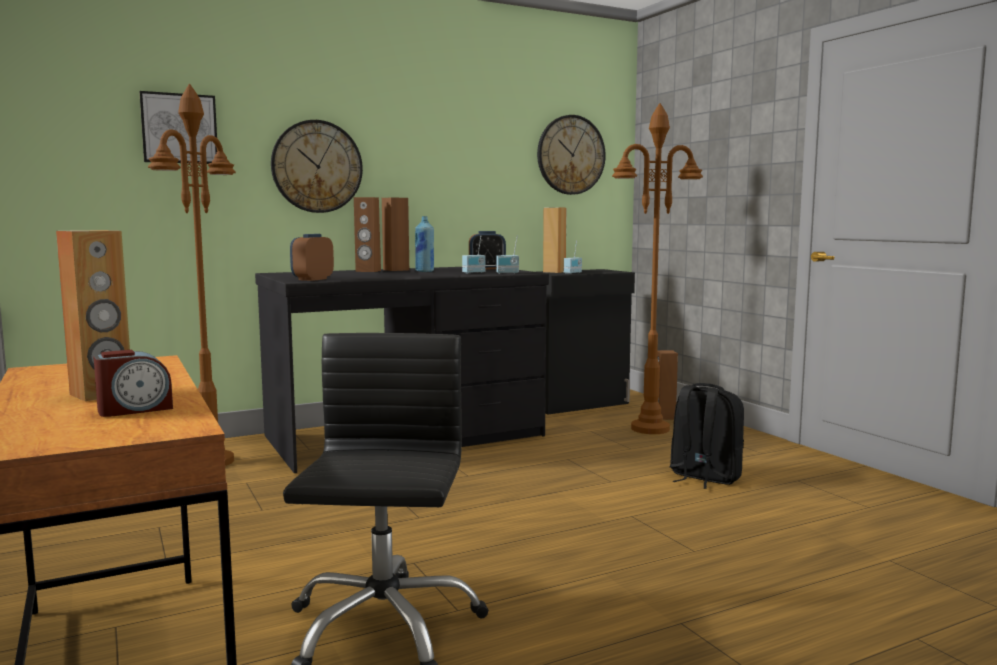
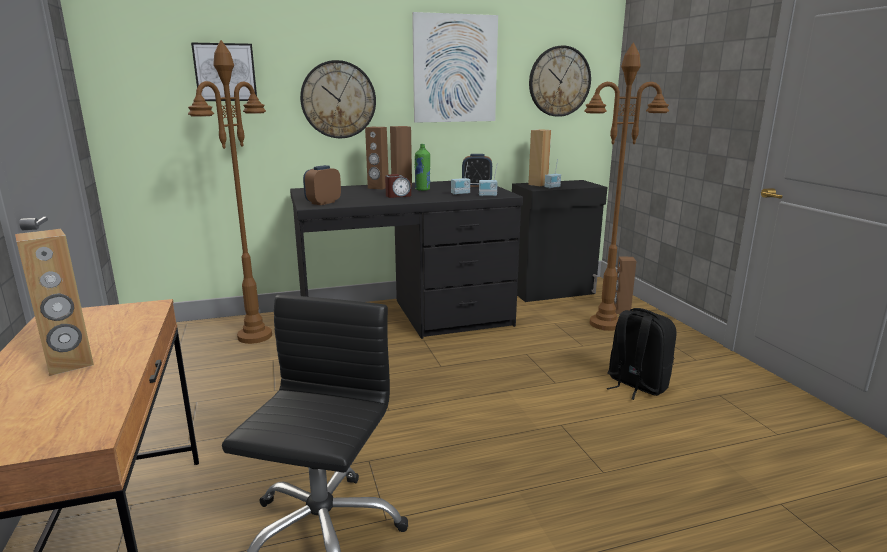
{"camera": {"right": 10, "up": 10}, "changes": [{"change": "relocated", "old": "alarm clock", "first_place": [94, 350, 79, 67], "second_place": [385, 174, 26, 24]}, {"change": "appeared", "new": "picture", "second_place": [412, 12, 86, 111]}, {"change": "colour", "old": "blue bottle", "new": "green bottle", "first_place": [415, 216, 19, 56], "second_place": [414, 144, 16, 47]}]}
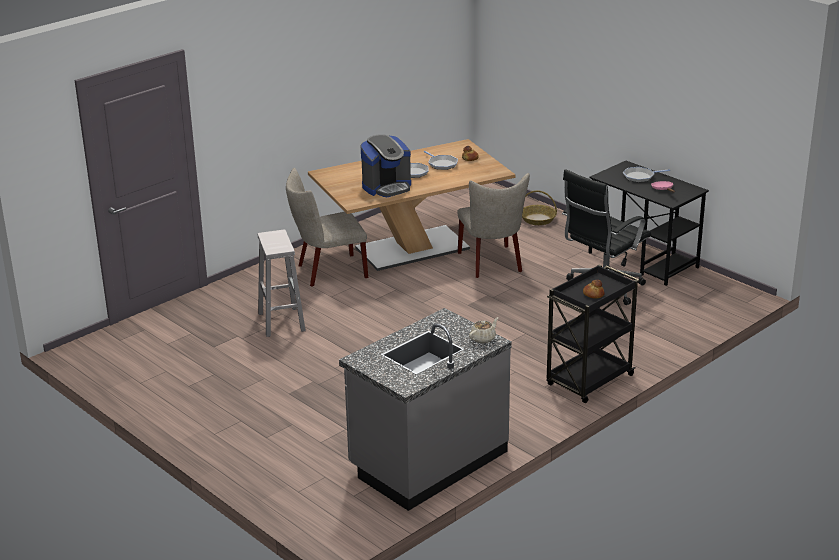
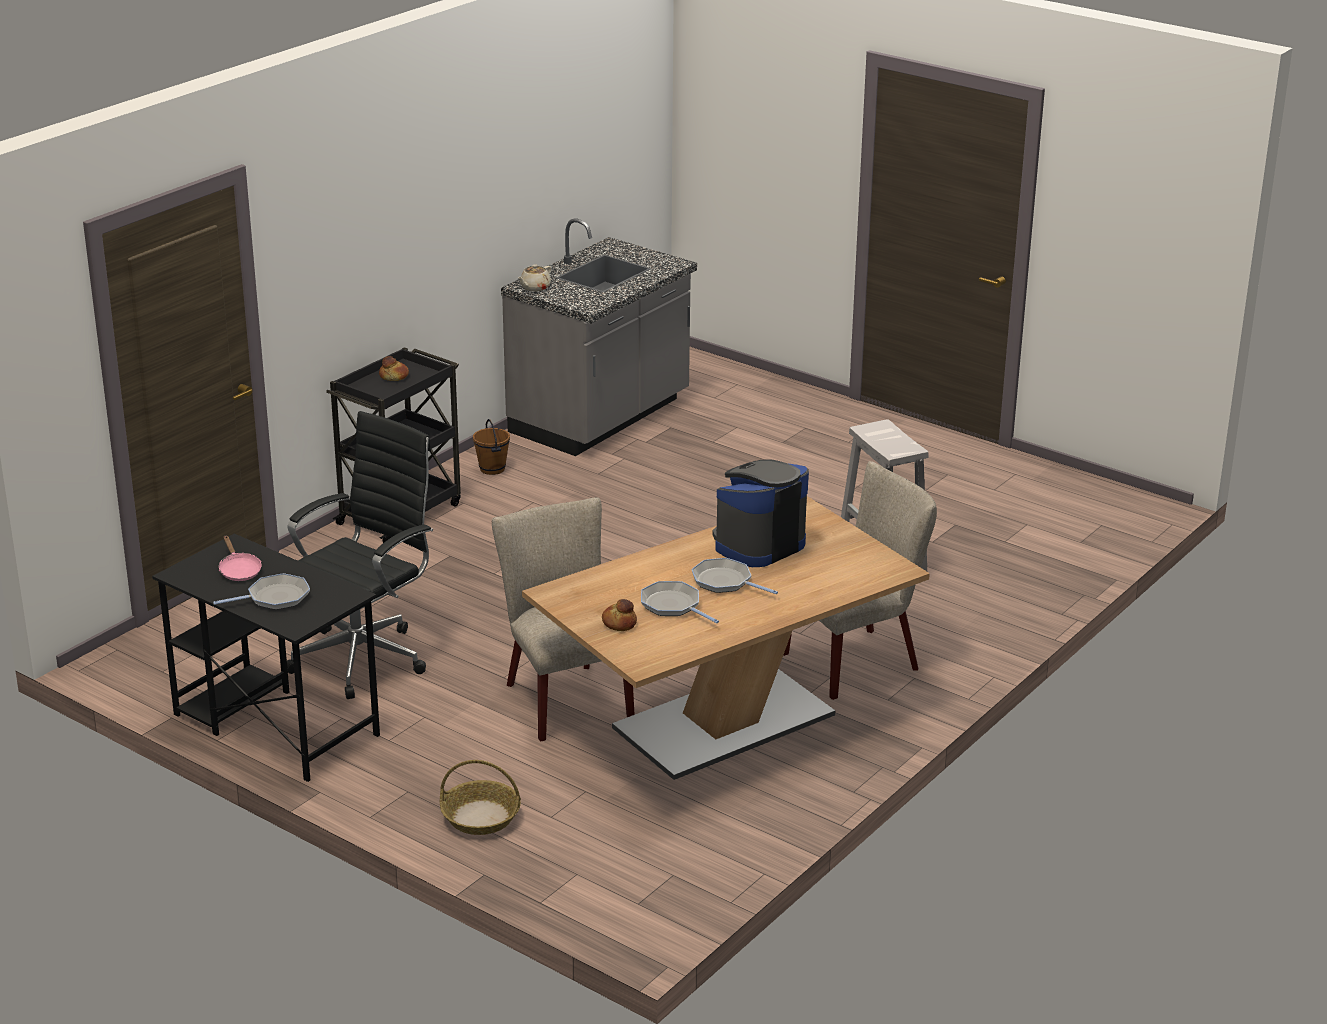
{"camera": {"right": 170, "up": 0}, "changes": [{"change": "appeared", "new": "brown bucket", "second_place": [473, 419, 37, 56]}]}
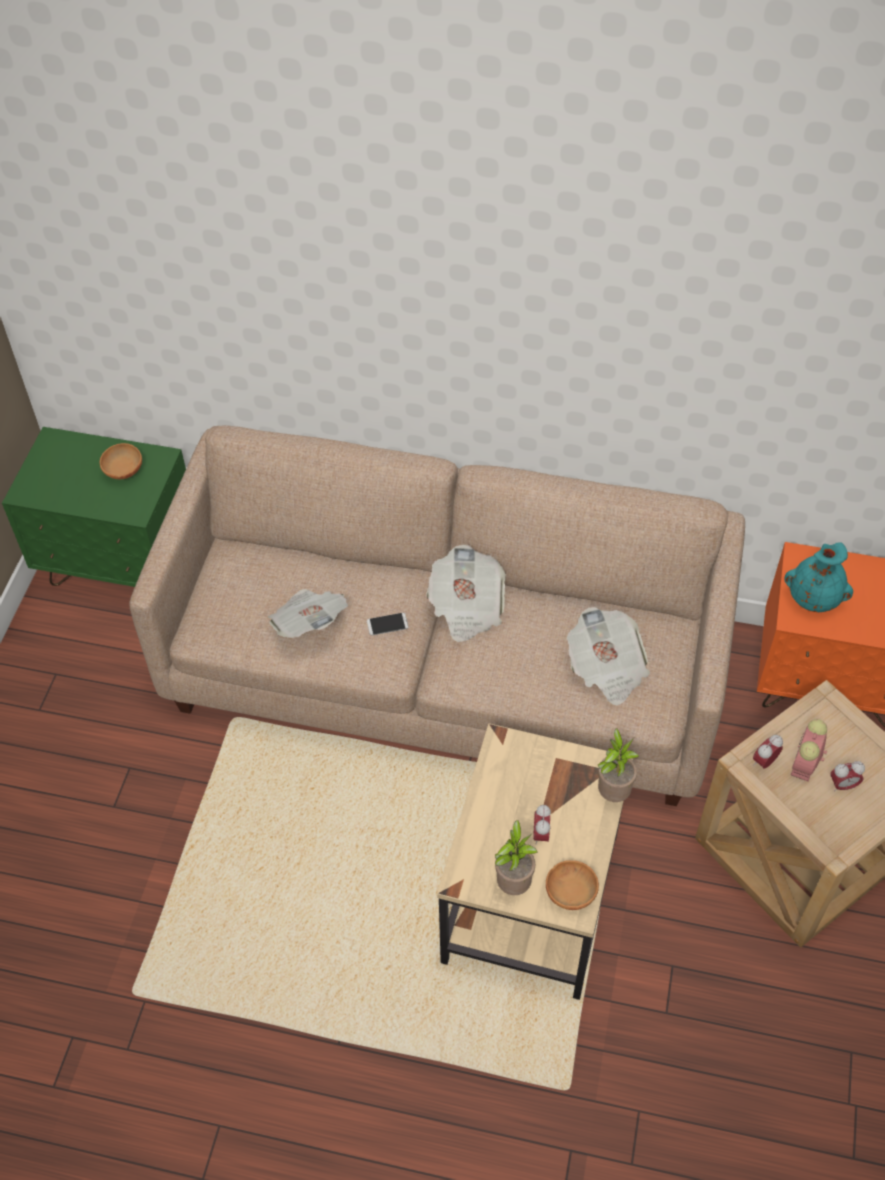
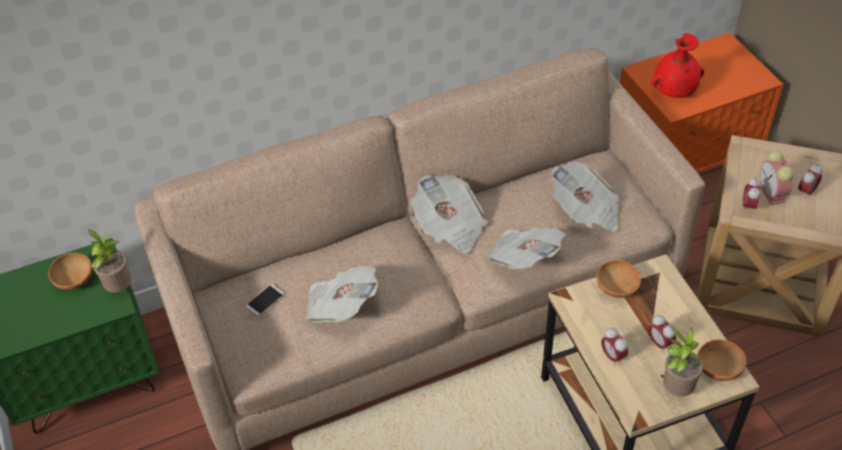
{"camera": {"right": -35, "up": -5}, "changes": [{"change": "relocated", "old": "potted plant", "first_place": [598, 728, 41, 74], "second_place": [88, 229, 44, 64]}, {"change": "relocated", "old": "phone", "first_place": [367, 613, 42, 23], "second_place": [246, 284, 38, 32]}, {"change": "appeared", "new": "newspaper", "second_place": [485, 227, 81, 42]}, {"change": "appeared", "new": "brown bowl", "second_place": [596, 260, 45, 38]}, {"change": "appeared", "new": "alarm clock", "second_place": [601, 327, 27, 39]}, {"change": "colour", "old": "turquoise vase", "new": "red vase", "first_place": [784, 542, 69, 70], "second_place": [652, 33, 52, 65]}]}
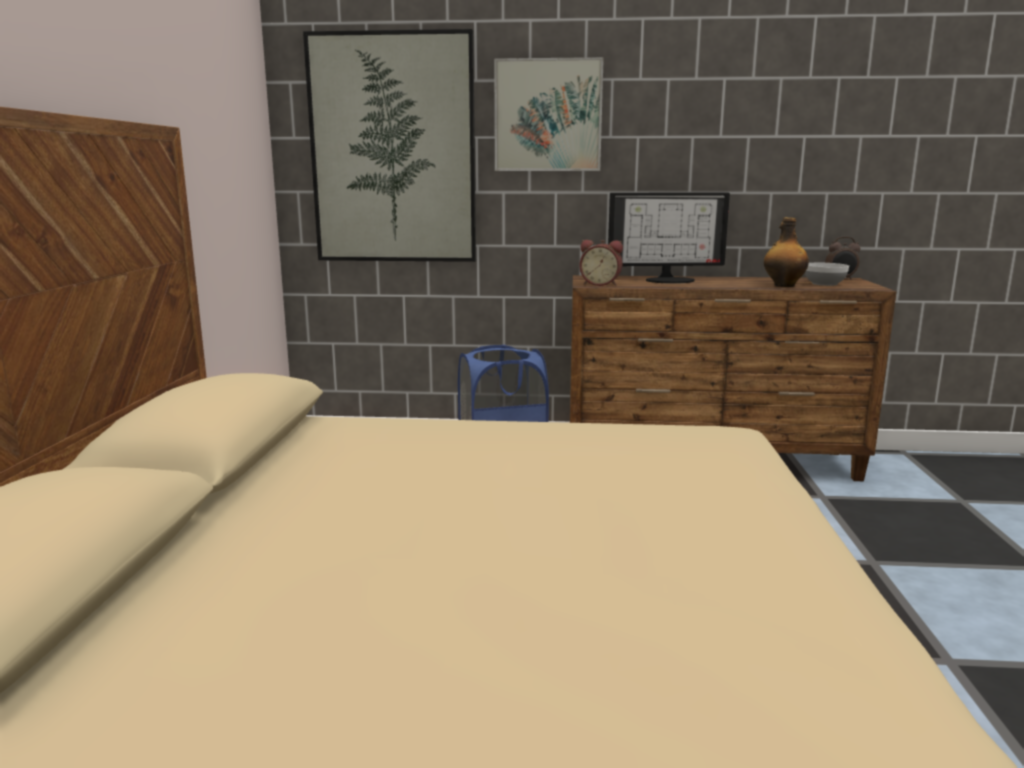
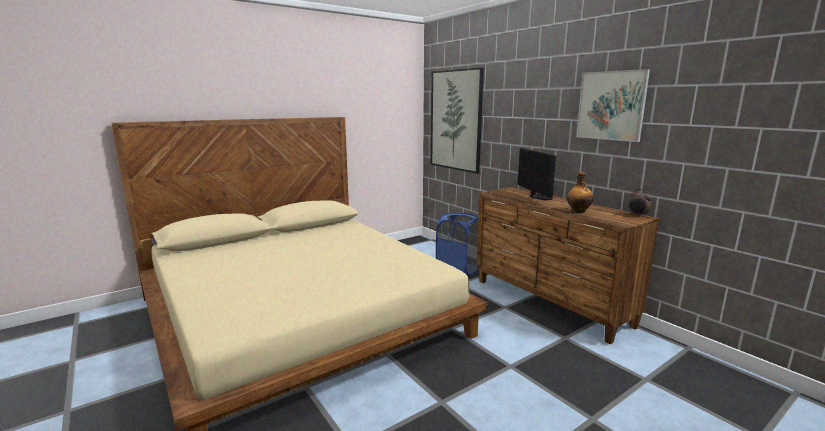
{"camera": {"right": 50, "up": 0}, "changes": [{"change": "spun", "old": "monitor", "first_place": [608, 193, 122, 91], "second_place": [517, 148, 39, 52], "degrees": -150}, {"change": "relocated", "old": "picture", "first_place": [494, 57, 110, 114], "second_place": [576, 69, 74, 73]}, {"change": "missing", "old": "alarm clock", "first_place": [580, 240, 43, 46]}, {"change": "missing", "old": "bowl", "first_place": [805, 263, 44, 23]}]}
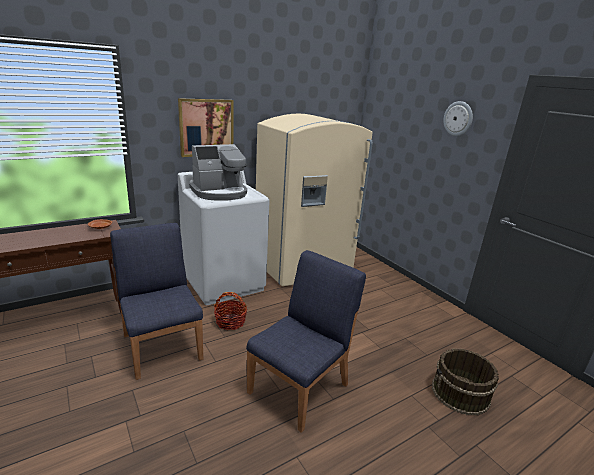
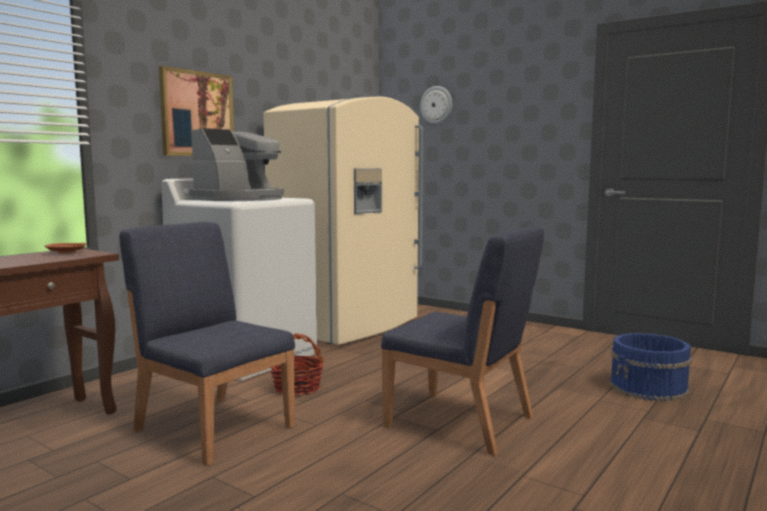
{"camera": {"right": -20, "up": -15}, "changes": [{"change": "spun", "old": "blue chair", "first_place": [246, 250, 120, 183], "second_place": [381, 226, 163, 230], "degrees": 105}, {"change": "relocated", "old": "wall clock", "first_place": [443, 101, 30, 35], "second_place": [420, 86, 32, 38]}, {"change": "colour", "old": "brown bucket", "new": "blue bucket", "first_place": [432, 349, 67, 66], "second_place": [610, 333, 82, 68]}]}
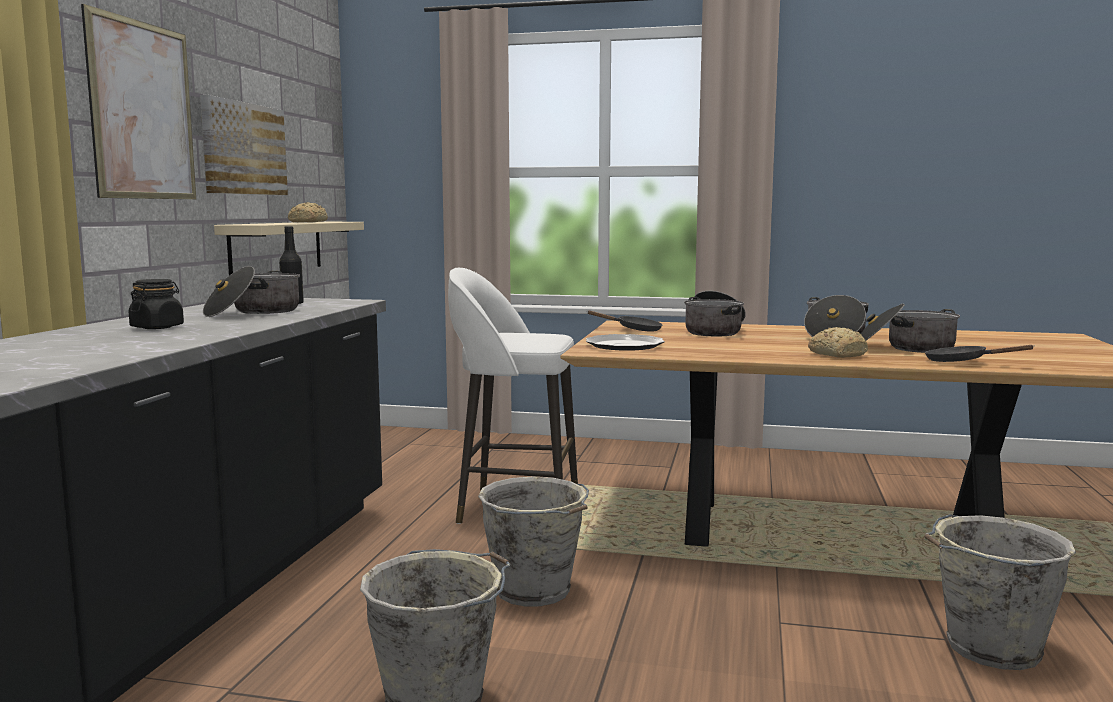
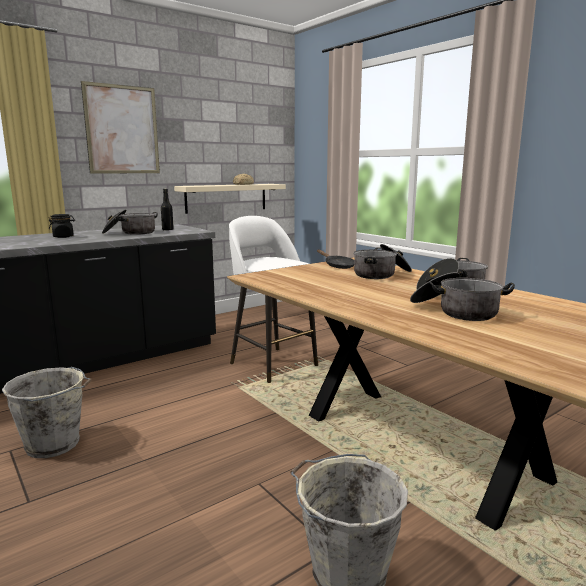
{"camera": {"right": 40, "up": 5}, "changes": [{"change": "missing", "old": "picture", "first_place": [200, 95, 88, 100]}, {"change": "missing", "old": "grey bucket", "first_place": [478, 476, 111, 131]}, {"change": "missing", "old": "plate", "first_place": [586, 334, 79, 17]}, {"change": "missing", "old": "bread", "first_place": [808, 327, 60, 31]}, {"change": "missing", "old": "black frying pan", "first_place": [925, 345, 109, 17]}]}
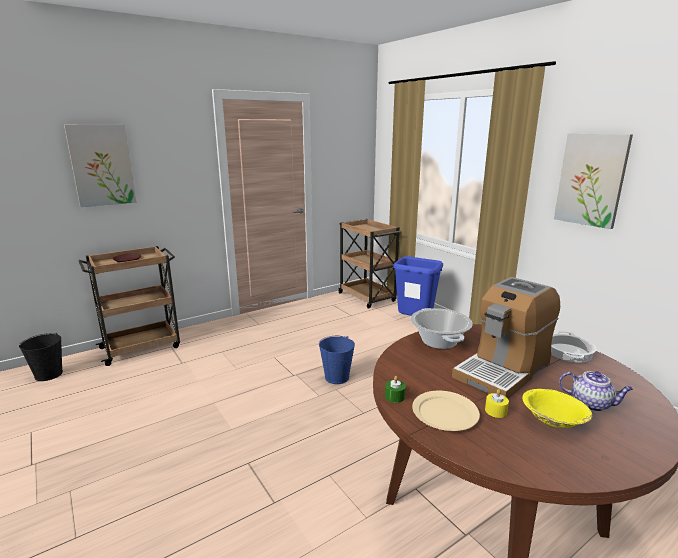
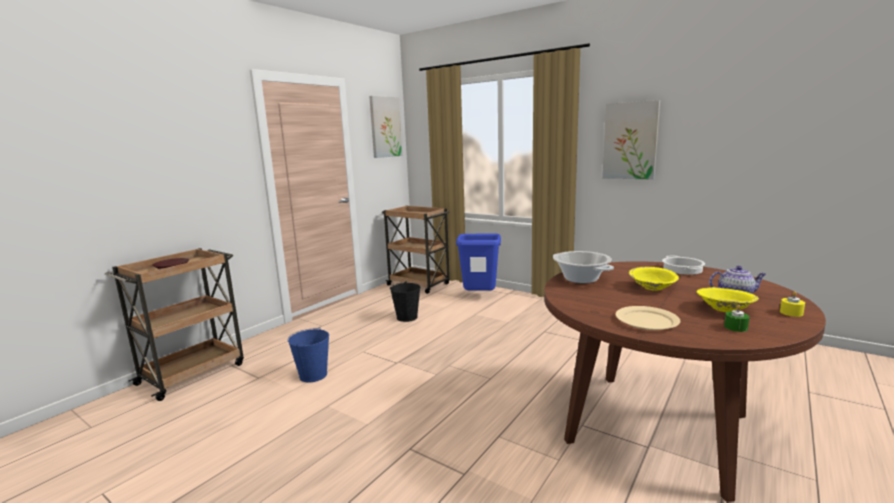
{"camera": {"right": -20, "up": -5}, "changes": [{"change": "relocated", "old": "blue bucket", "first_place": [319, 336, 36, 48], "second_place": [288, 327, 41, 56]}, {"change": "relocated", "old": "picture", "first_place": [64, 125, 72, 82], "second_place": [369, 96, 33, 62]}, {"change": "relocated", "old": "black bucket", "first_place": [19, 333, 44, 48], "second_place": [390, 281, 30, 41]}, {"change": "exchanged", "old": "coffee machine", "new": "yellow bowl", "first_place": [452, 277, 108, 122], "second_place": [629, 267, 50, 23]}, {"change": "relocated", "old": "green candle", "first_place": [385, 376, 21, 27], "second_place": [724, 305, 26, 27]}, {"change": "relocated", "old": "yellow candle", "first_place": [485, 389, 24, 29], "second_place": [780, 291, 25, 26]}]}
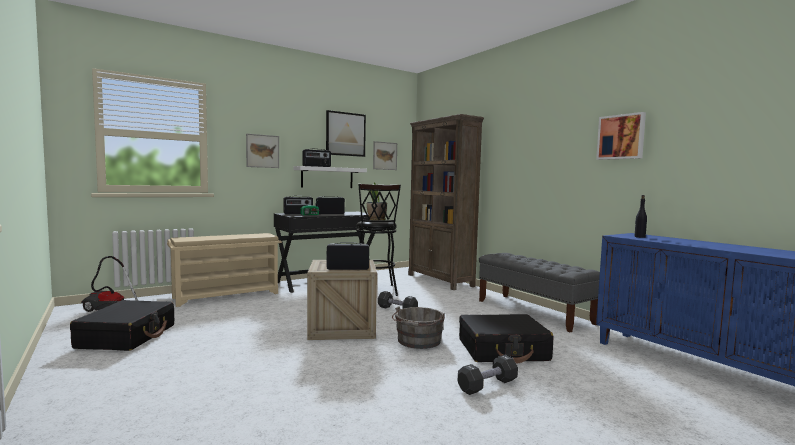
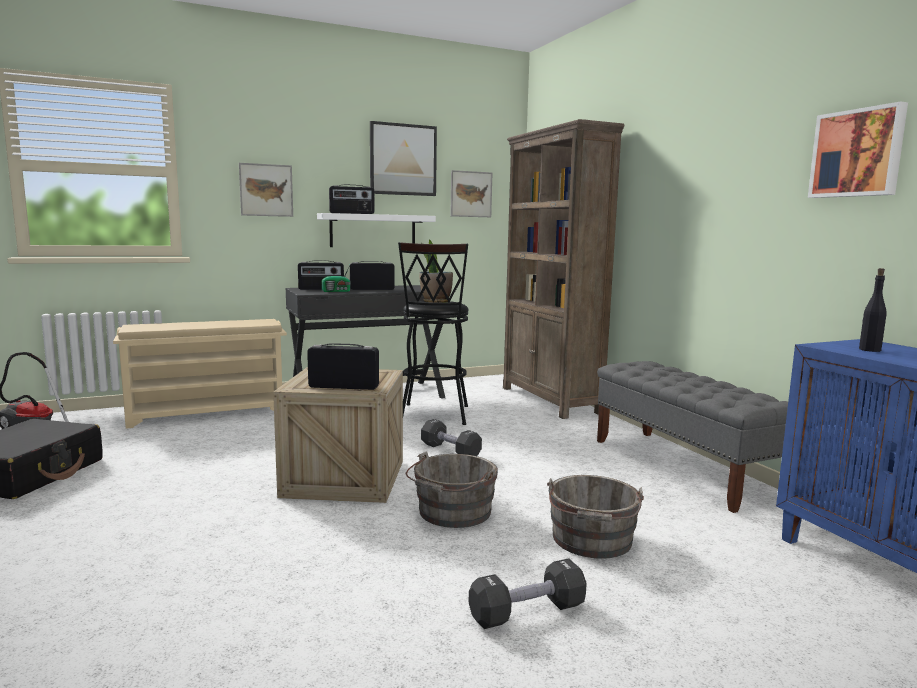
{"camera": {"right": 10, "up": 5}, "changes": [{"change": "exchanged", "old": "black suitcase", "new": "grey bucket", "first_place": [459, 314, 94, 49], "second_place": [547, 475, 97, 84]}]}
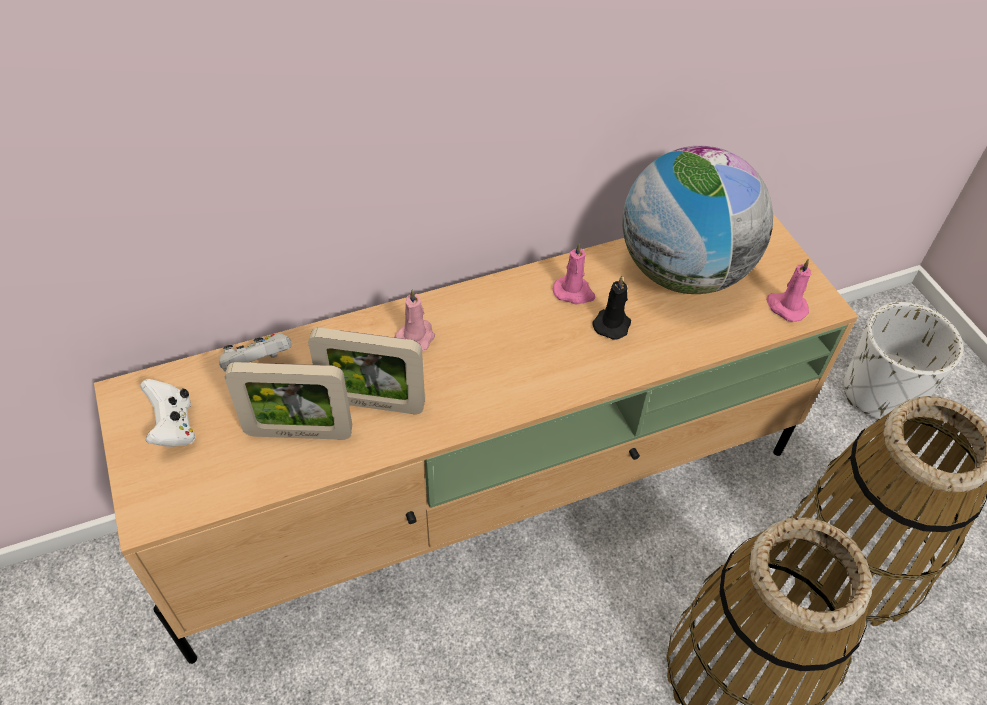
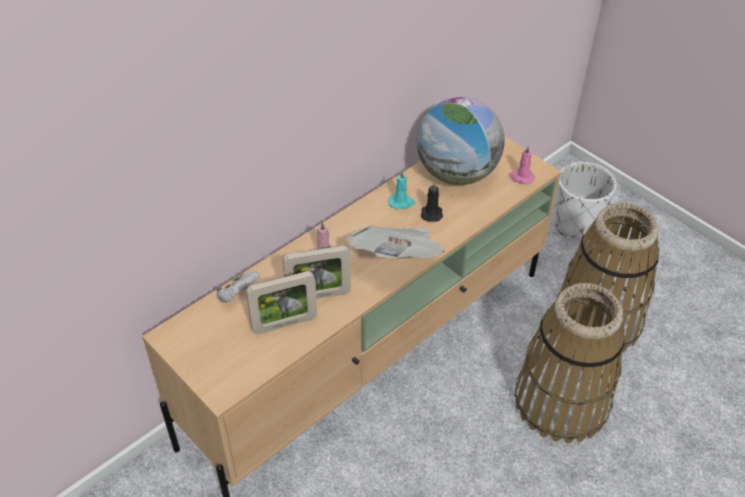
{"camera": {"right": -20, "up": -5}, "changes": [{"change": "appeared", "new": "newspaper", "second_place": [347, 225, 98, 33]}, {"change": "colour", "old": "pink candle", "new": "turquoise candle", "first_place": [553, 242, 42, 62], "second_place": [389, 170, 26, 39]}, {"change": "missing", "old": "white game controller", "first_place": [140, 379, 55, 68]}]}
